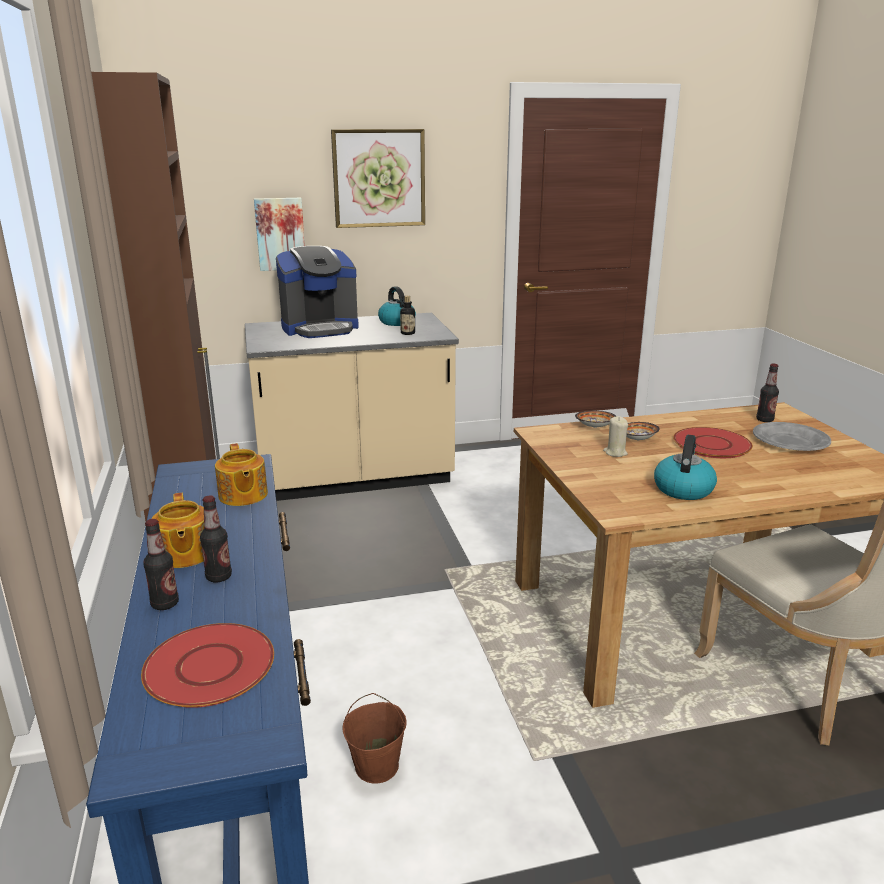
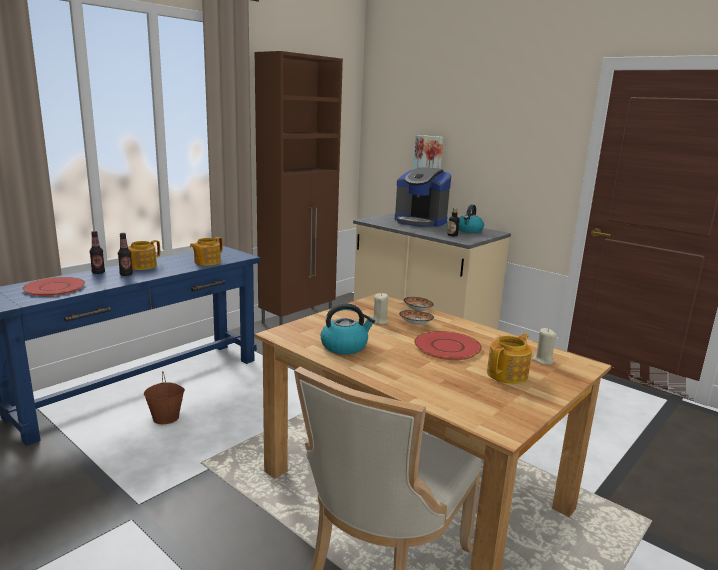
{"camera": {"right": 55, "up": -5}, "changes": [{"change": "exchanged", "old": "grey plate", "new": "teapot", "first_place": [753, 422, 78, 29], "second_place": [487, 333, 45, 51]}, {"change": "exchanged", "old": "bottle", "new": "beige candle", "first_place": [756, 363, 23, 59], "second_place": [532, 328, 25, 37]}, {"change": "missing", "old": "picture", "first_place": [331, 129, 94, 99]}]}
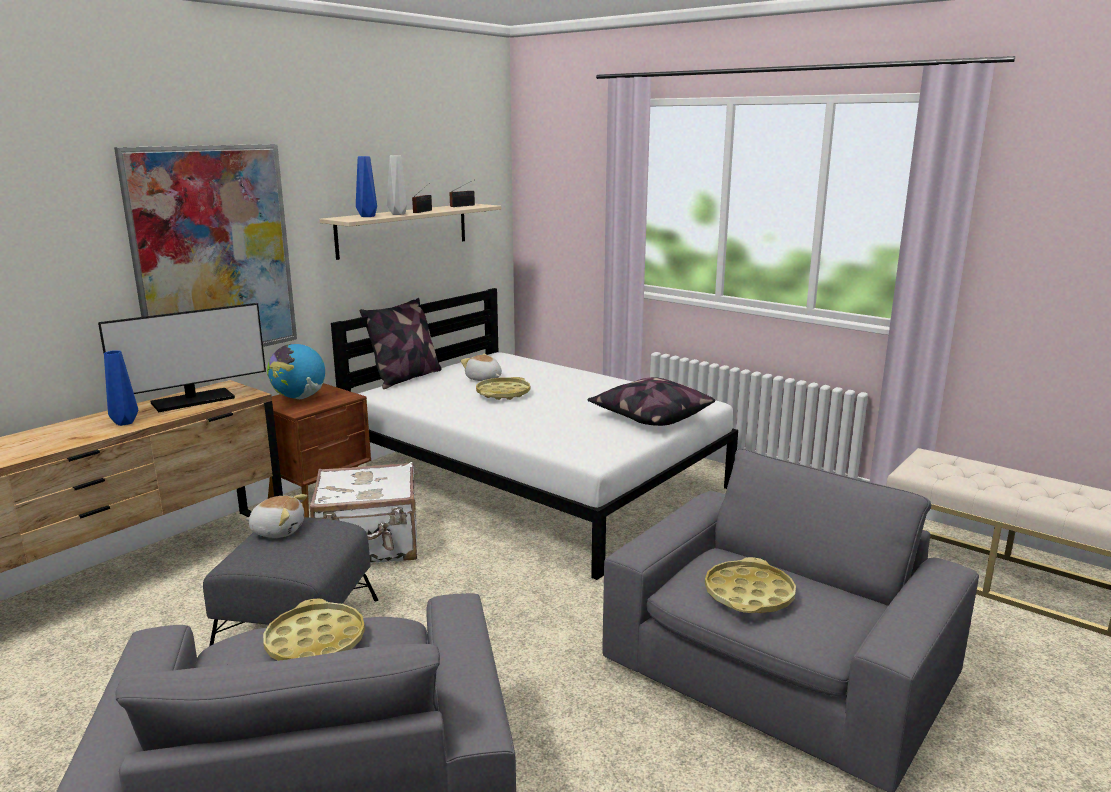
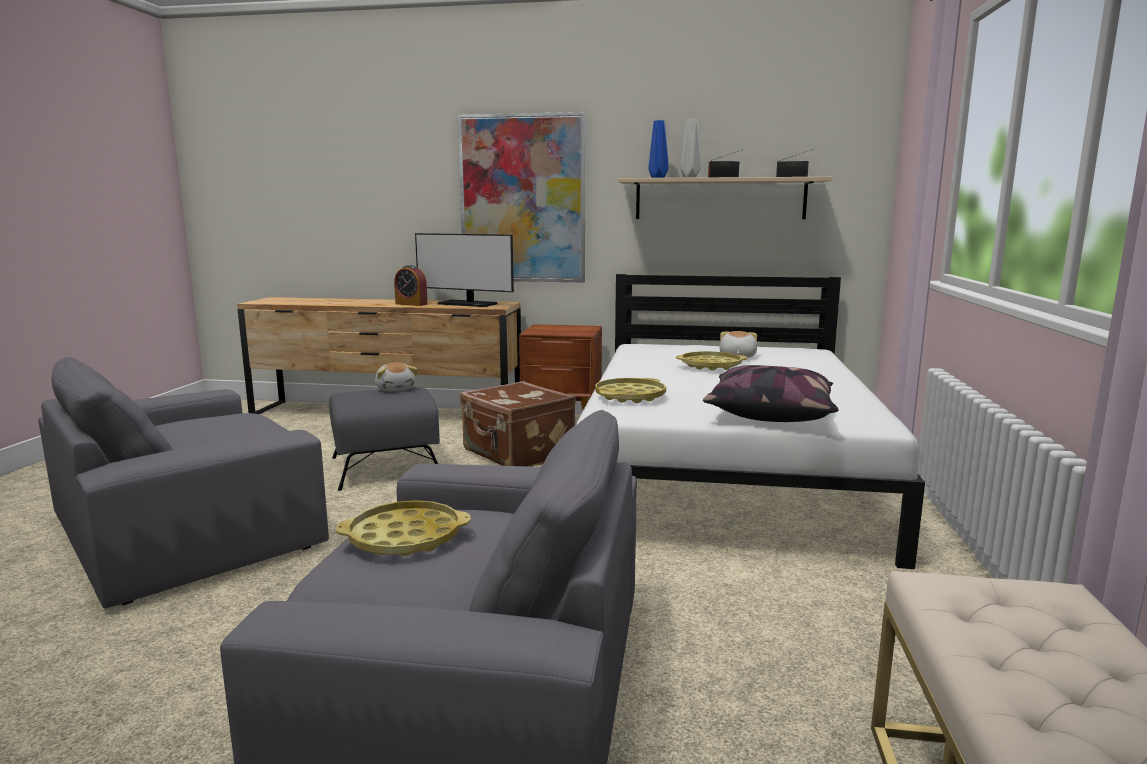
{"camera": {"right": 60, "up": -5}, "changes": [{"change": "exchanged", "old": "blue vase", "new": "alarm clock", "first_place": [104, 351, 34, 75], "second_place": [394, 265, 34, 41]}, {"change": "colour", "old": "white suitcase", "new": "brown suitcase", "first_place": [310, 462, 107, 101], "second_place": [460, 381, 116, 86]}, {"change": "relocated", "old": "yellow tray", "first_place": [263, 598, 102, 63], "second_place": [595, 378, 71, 25]}, {"change": "missing", "old": "globe", "first_place": [267, 344, 58, 55]}, {"change": "missing", "old": "pillow", "first_place": [360, 298, 82, 91]}]}
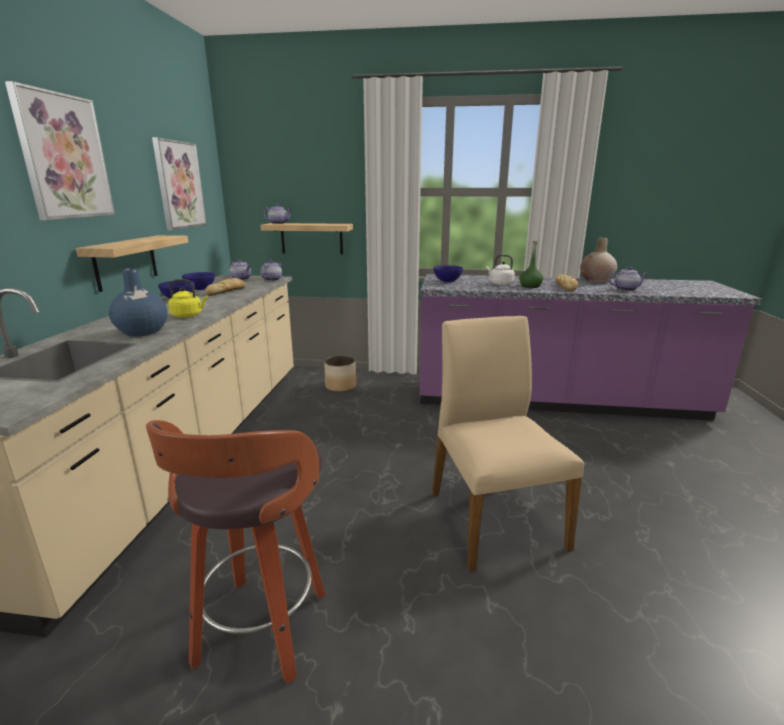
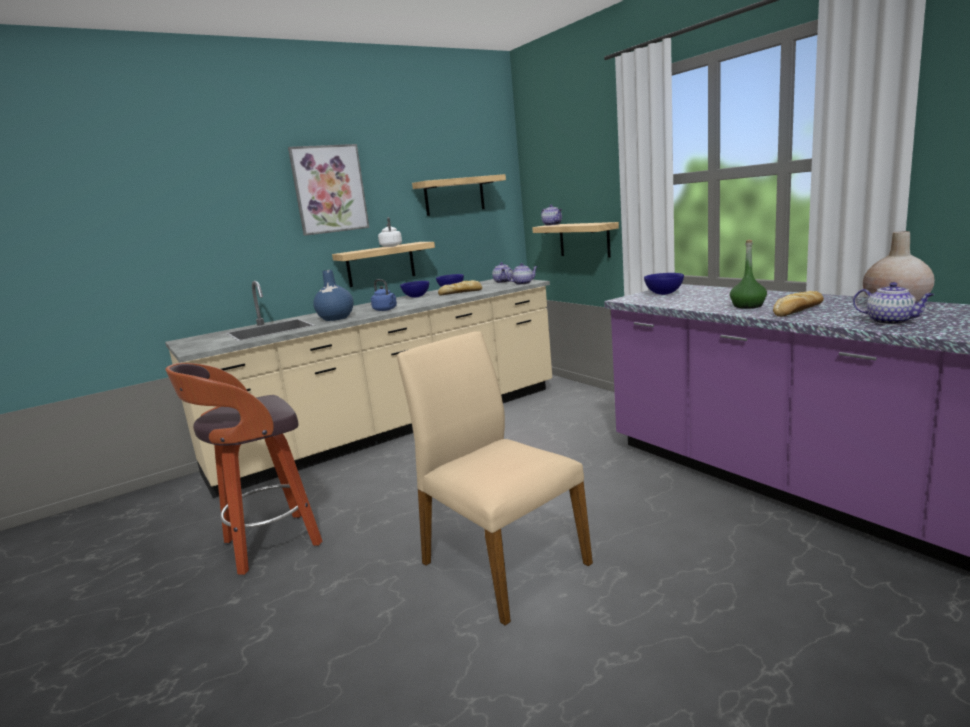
{"camera": {"right": 50, "up": -5}, "changes": [{"change": "colour", "old": "yellow kettle", "new": "blue kettle", "first_place": [168, 279, 40, 39], "second_place": [371, 279, 26, 32]}, {"change": "relocated", "old": "white kettle", "first_place": [486, 255, 29, 30], "second_place": [378, 217, 24, 30]}, {"change": "spun", "old": "beige chair", "first_place": [432, 316, 152, 256], "second_place": [397, 331, 196, 295], "degrees": -75}, {"change": "exchanged", "old": "picture", "new": "shelf", "first_place": [152, 137, 55, 93], "second_place": [412, 174, 94, 42]}, {"change": "missing", "old": "planter", "first_place": [324, 356, 32, 36]}]}
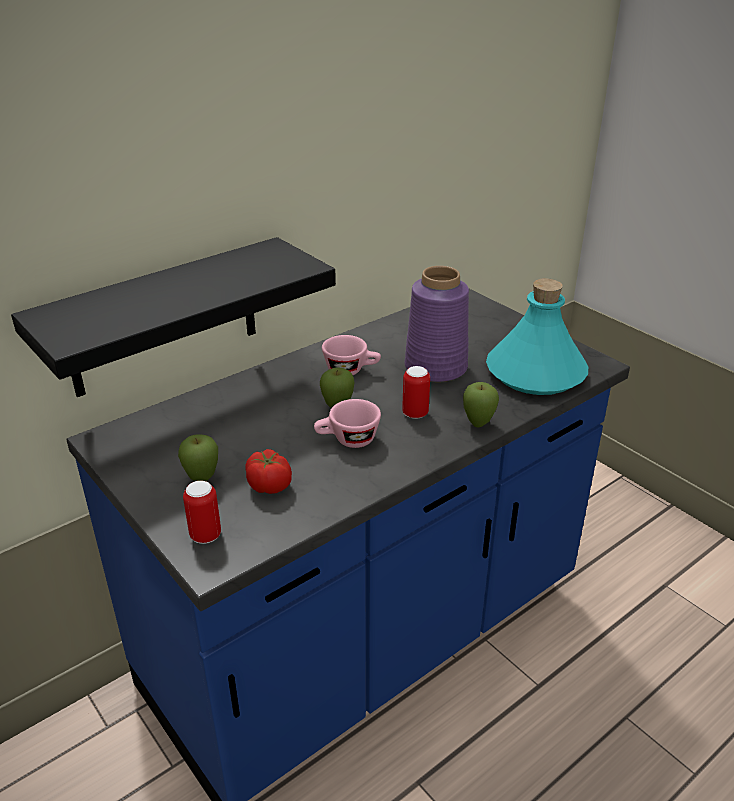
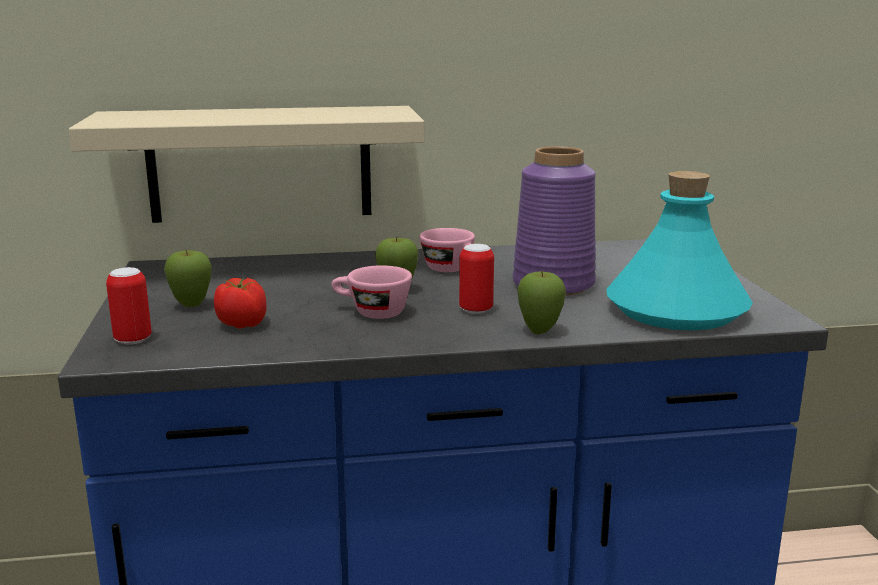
{"camera": {"right": 30, "up": -15}, "changes": [{"change": "colour", "old": "black shelf", "new": "beige shelf", "first_place": [11, 237, 325, 160], "second_place": [69, 106, 356, 117]}]}
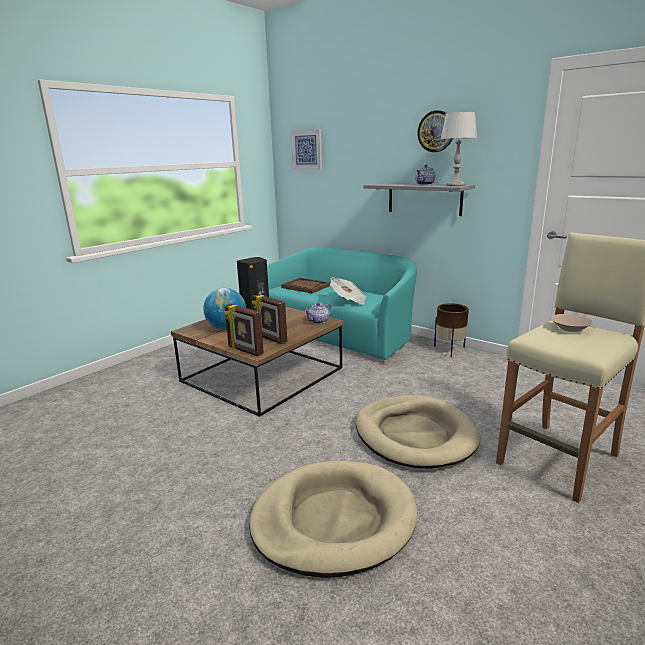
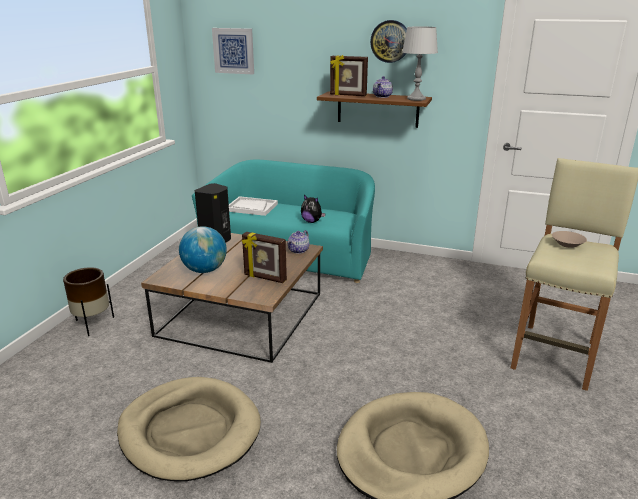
{"camera": {"right": -20, "up": 5}, "changes": [{"change": "relocated", "old": "brown planter", "first_place": [434, 303, 35, 54], "second_place": [63, 267, 51, 69]}, {"change": "relocated", "old": "beige dog bed", "first_place": [356, 395, 125, 74], "second_place": [117, 377, 144, 104]}, {"change": "colour", "old": "brown tray", "new": "white tray", "first_place": [281, 278, 49, 15], "second_place": [229, 196, 49, 20]}, {"change": "exchanged", "old": "newspaper", "new": "plush toy", "first_place": [330, 277, 37, 28], "second_place": [301, 195, 25, 28]}, {"change": "colour", "old": "grey shelf", "new": "brown shelf", "first_place": [363, 183, 112, 33], "second_place": [317, 91, 115, 37]}, {"change": "relocated", "old": "picture frame", "first_place": [224, 304, 40, 52], "second_place": [330, 55, 38, 41]}]}
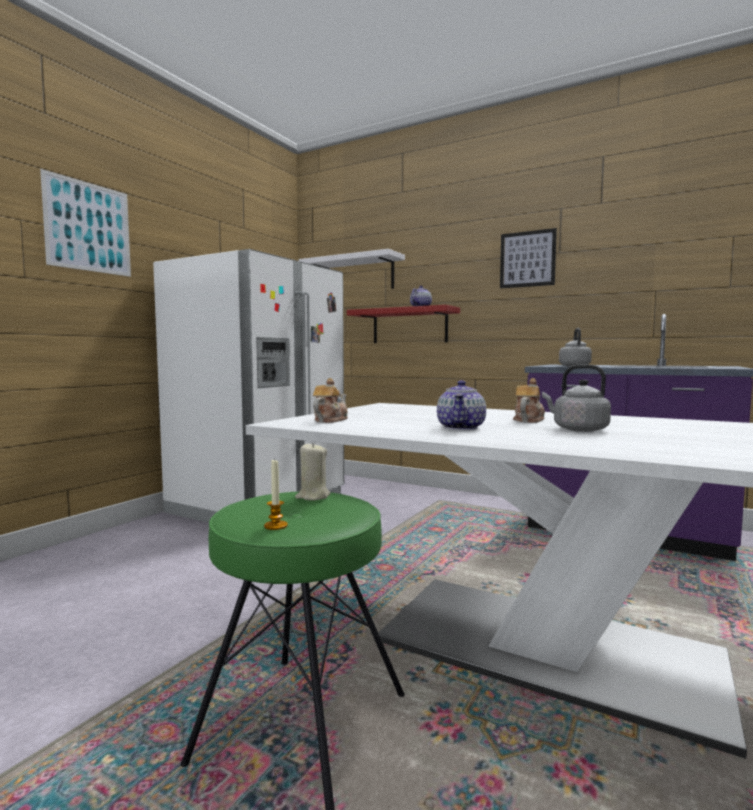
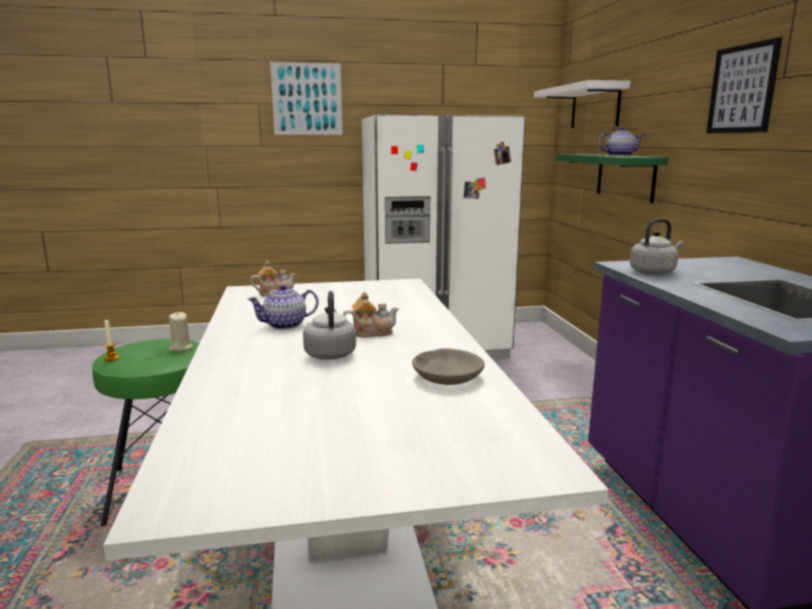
{"camera": {"right": 50, "up": 10}, "changes": [{"change": "appeared", "new": "grey bowl", "second_place": [412, 348, 73, 37]}, {"change": "colour", "old": "red shelf", "new": "green shelf", "first_place": [347, 305, 113, 38], "second_place": [557, 154, 112, 49]}]}
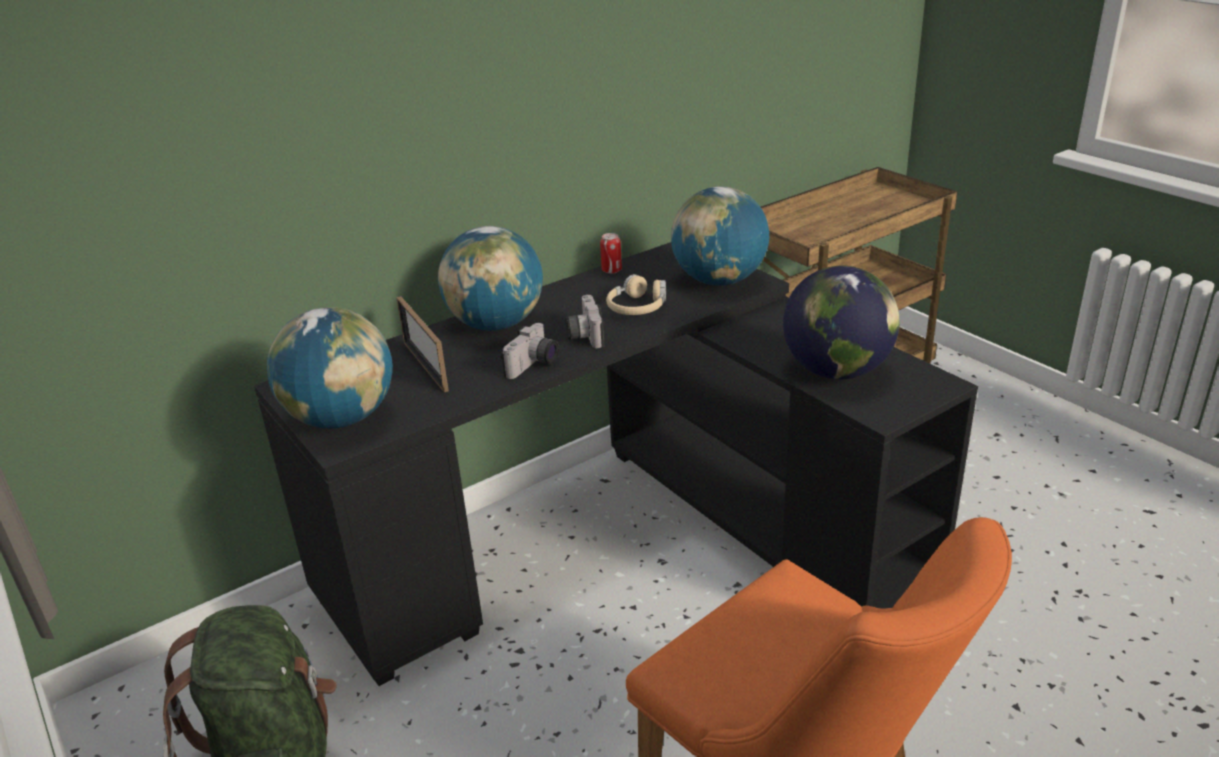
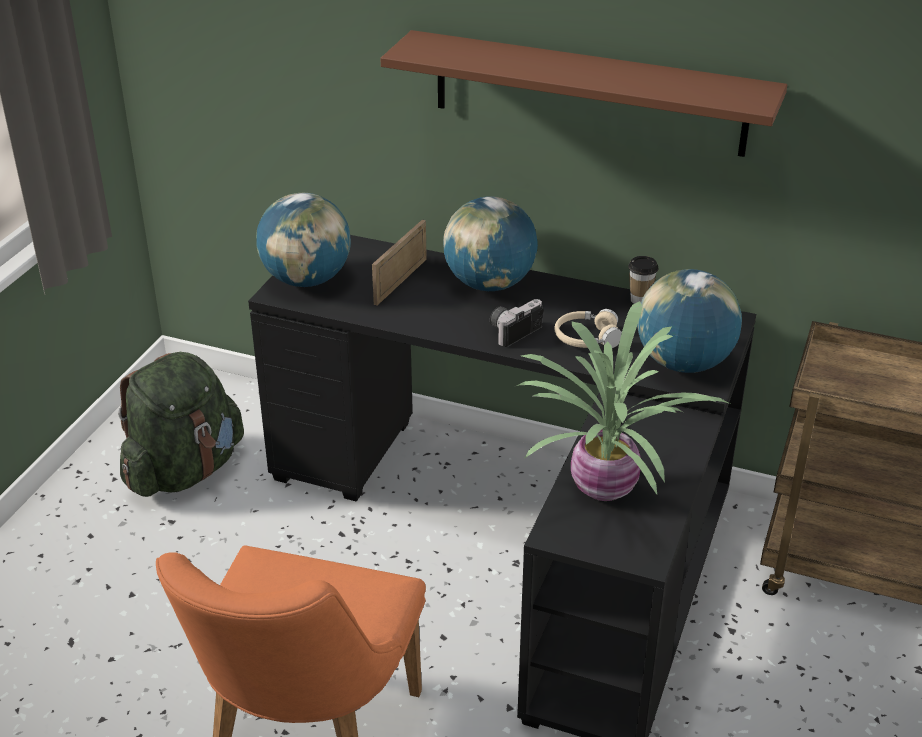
{"camera": {"right": 55, "up": 5}, "changes": [{"change": "appeared", "new": "brown shelf", "second_place": [380, 30, 407, 127]}, {"change": "exchanged", "old": "globe", "new": "potted plant", "first_place": [783, 266, 117, 113], "second_place": [514, 301, 216, 200]}, {"change": "exchanged", "old": "can", "new": "cup", "first_place": [600, 233, 22, 41], "second_place": [628, 256, 31, 48]}, {"change": "missing", "old": "photo camera", "first_place": [501, 323, 58, 56]}]}
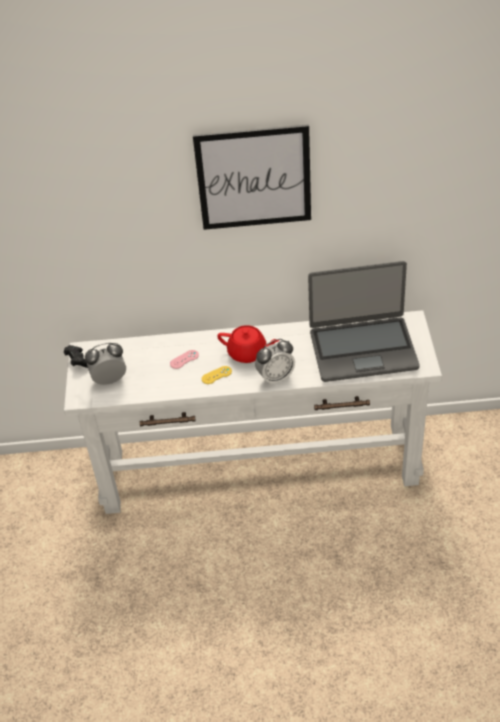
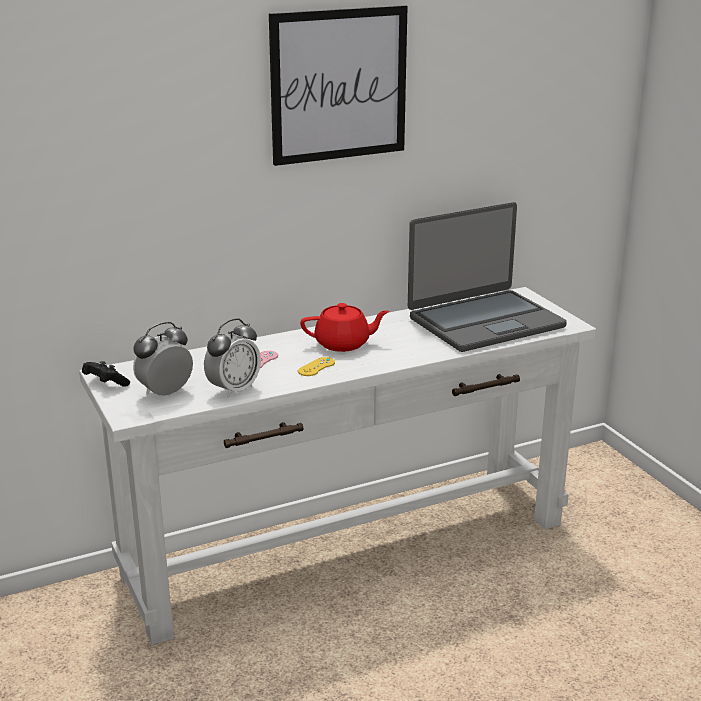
{"camera": {"right": -25, "up": -20}, "changes": [{"change": "relocated", "old": "alarm clock", "first_place": [255, 339, 40, 47], "second_place": [204, 318, 57, 80]}]}
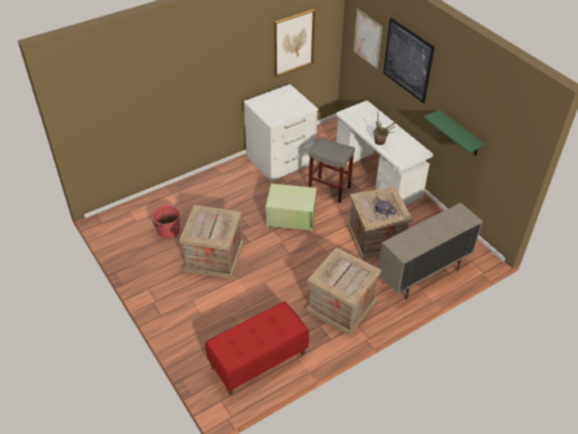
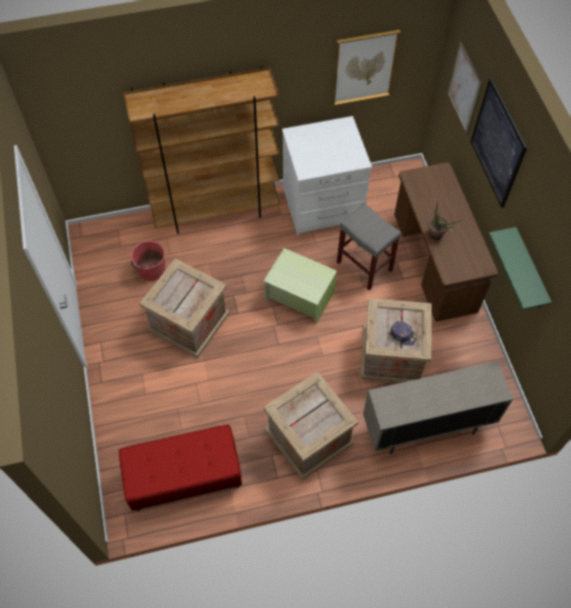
{"camera": {"right": 20, "up": 15}, "changes": [{"change": "appeared", "new": "brown bookcase", "second_place": [124, 66, 156, 168]}, {"change": "colour", "old": "white desk", "new": "brown desk", "first_place": [336, 101, 97, 104], "second_place": [394, 162, 104, 160]}]}
